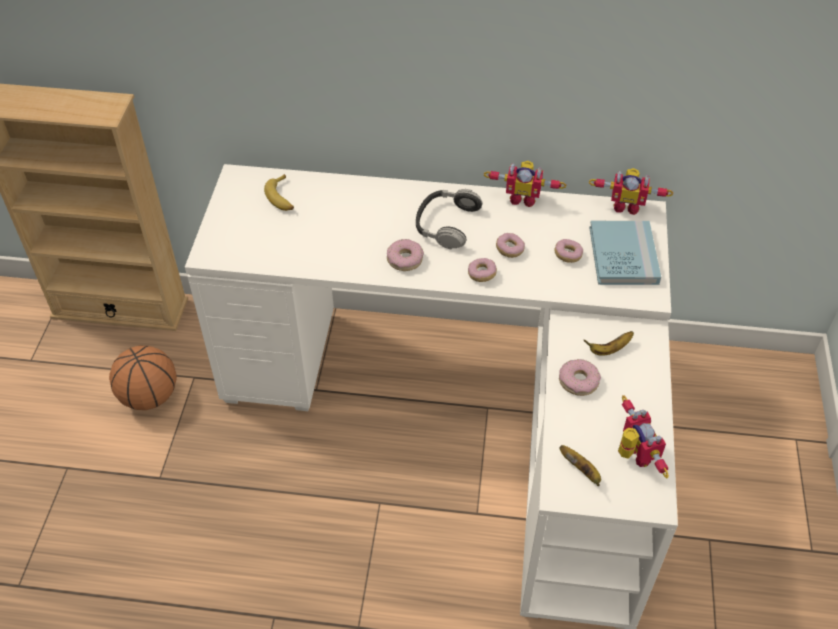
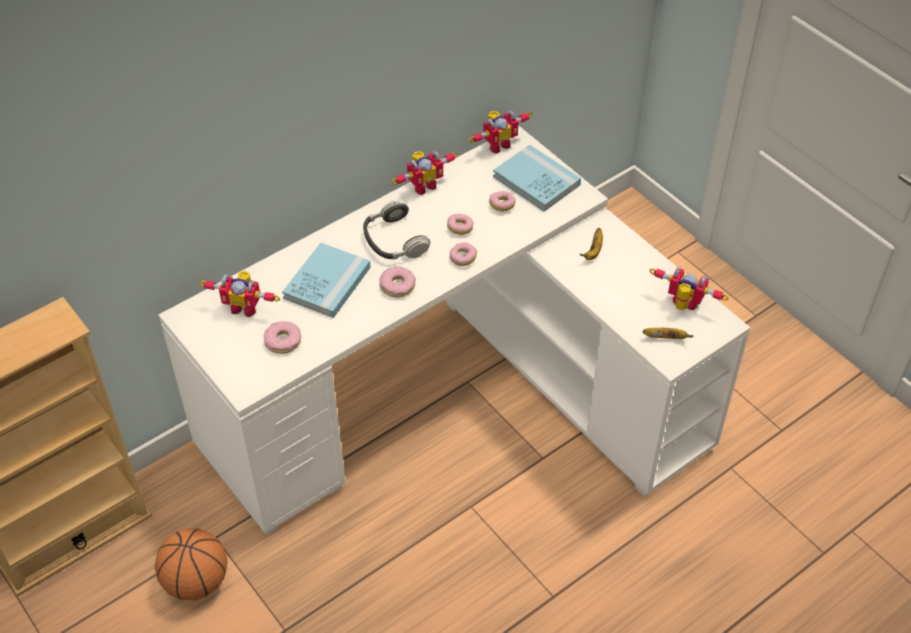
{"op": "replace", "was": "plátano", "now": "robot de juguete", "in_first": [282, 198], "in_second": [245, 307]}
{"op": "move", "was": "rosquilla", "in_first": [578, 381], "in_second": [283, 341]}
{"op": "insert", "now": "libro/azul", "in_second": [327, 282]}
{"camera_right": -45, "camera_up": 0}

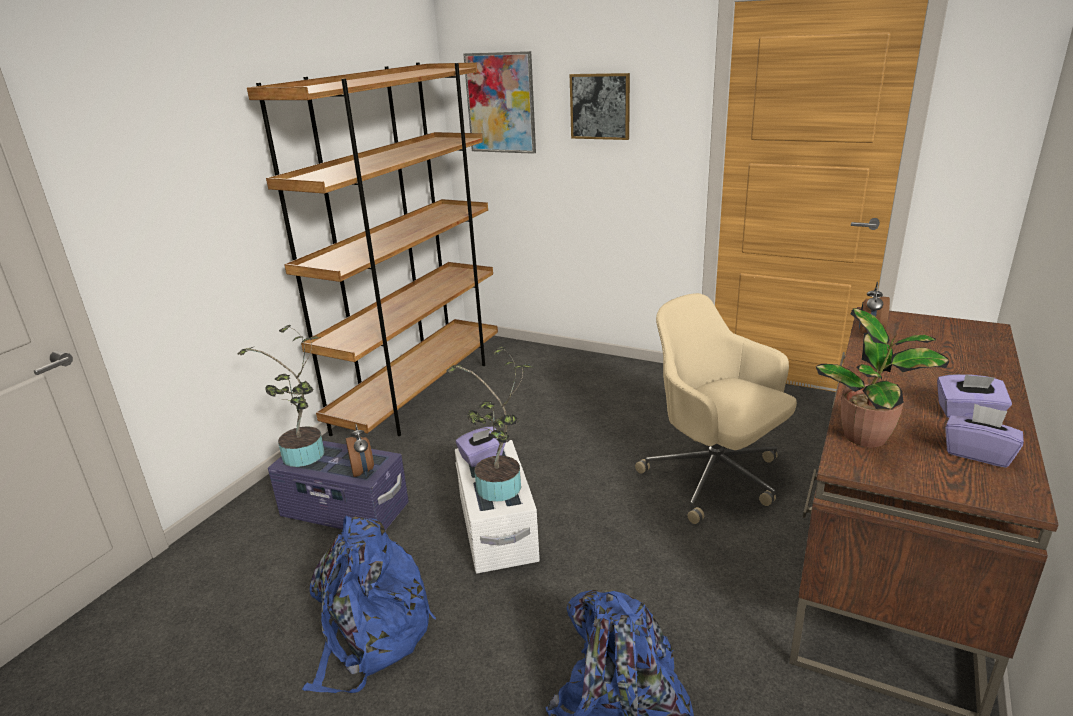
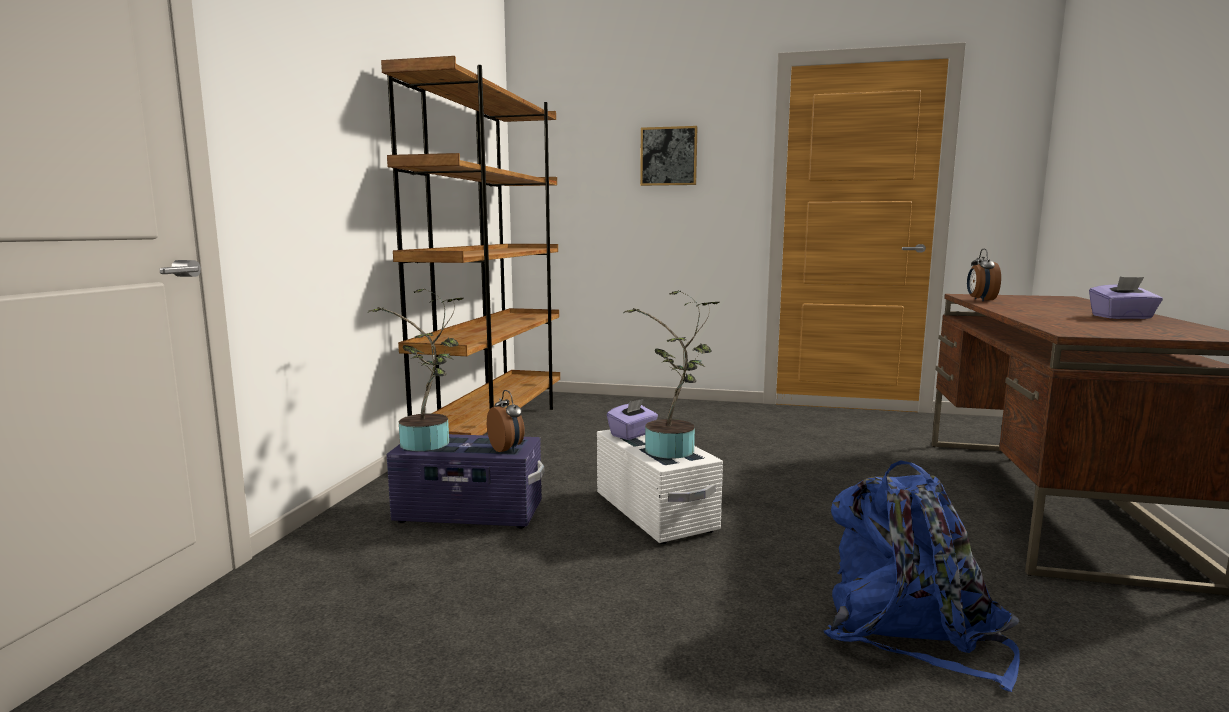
{"op": "delete", "was": "mochila/azul", "in_first": [370, 635]}
{"op": "delete", "was": "cuadro", "in_first": [501, 103]}
{"op": "delete", "was": "silla de oficina/beis", "in_first": [714, 478]}
{"op": "delete", "was": "planta en maceta", "in_first": [868, 437]}
{"op": "delete", "was": "caja de pañuelos/morado", "in_first": [978, 453]}
{"camera_right": -15, "camera_up": -15}

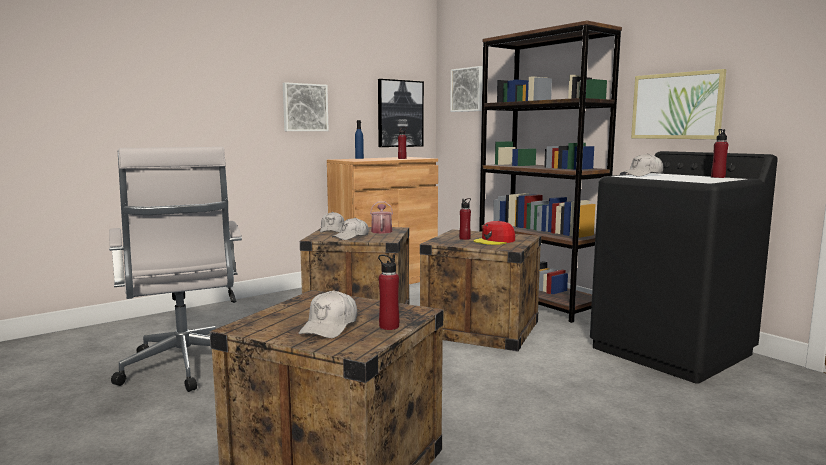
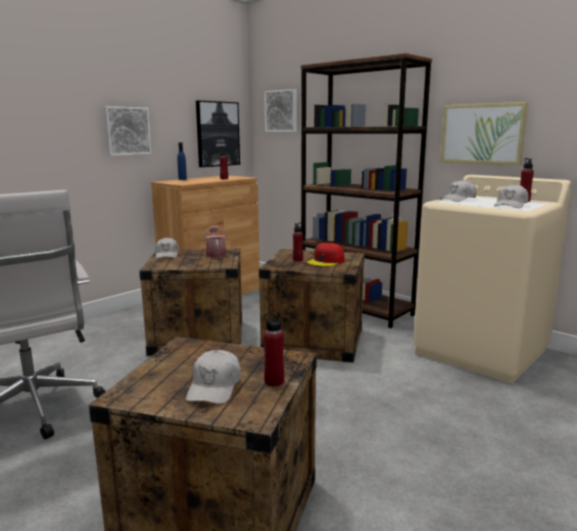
{"op": "recolor", "was": "lavadora/negro", "now": "lavadora/beis", "in_first": [672, 351], "in_second": [481, 351]}
{"op": "move", "was": "gorra/blanco", "in_first": [351, 237], "in_second": [511, 205]}
{"camera_right": -10, "camera_up": 5}

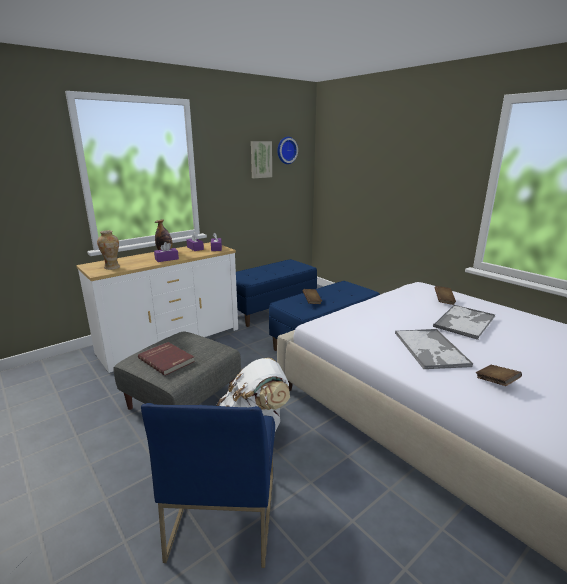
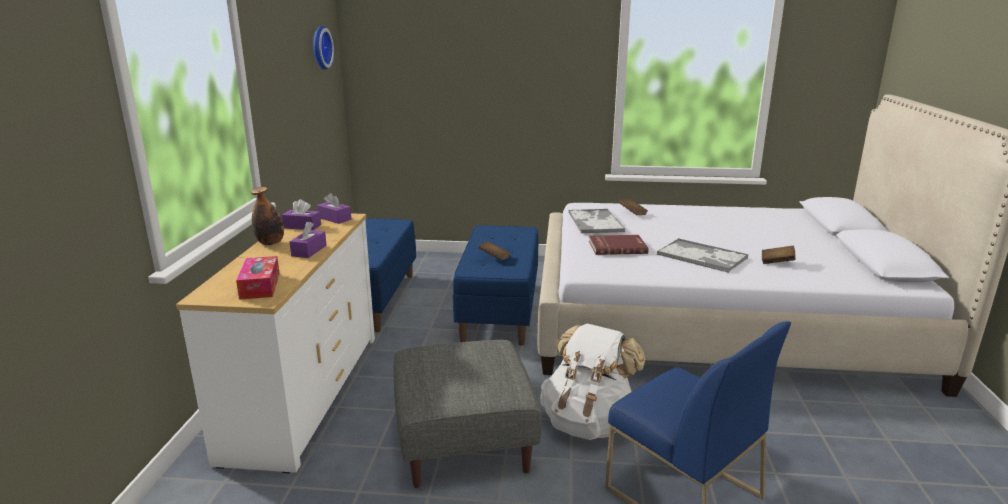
{"op": "replace", "was": "florero", "now": "caja de pañuelos", "in_first": [112, 267], "in_second": [260, 286]}
{"op": "move", "was": "bandeja", "in_first": [464, 322], "in_second": [595, 222]}
{"op": "move", "was": "libro/rojo", "in_first": [167, 360], "in_second": [617, 247]}
{"op": "delete", "was": "cuadro", "in_first": [260, 159]}
{"camera_right": -45, "camera_up": 0}

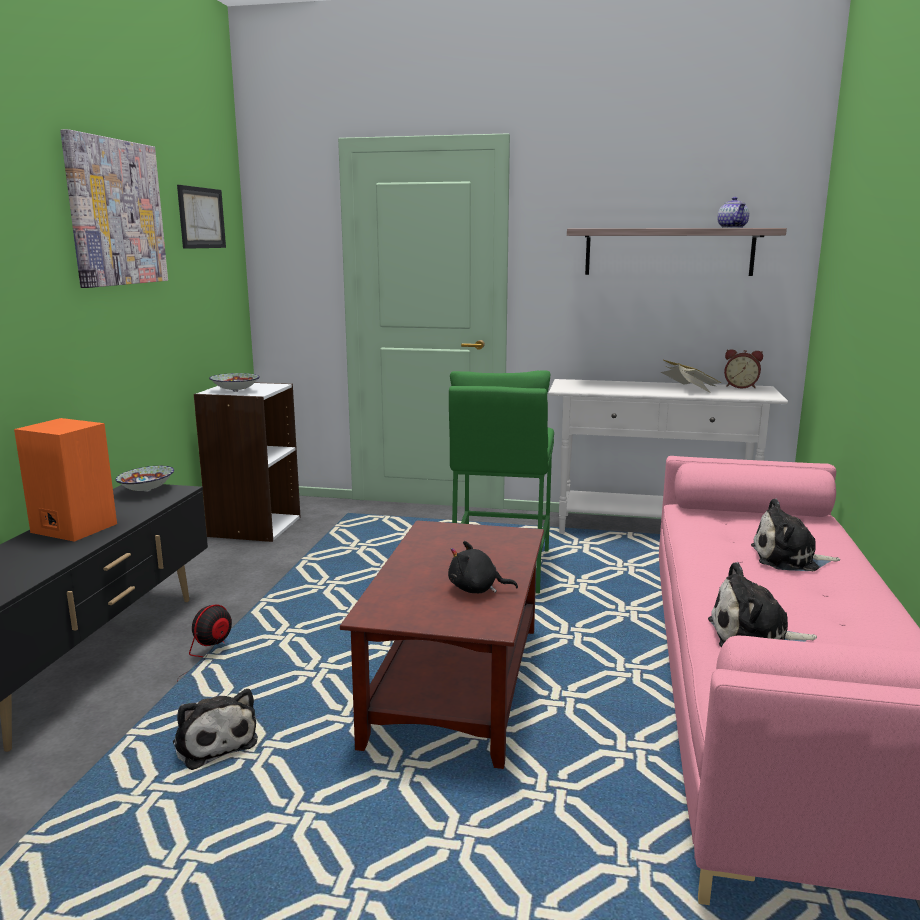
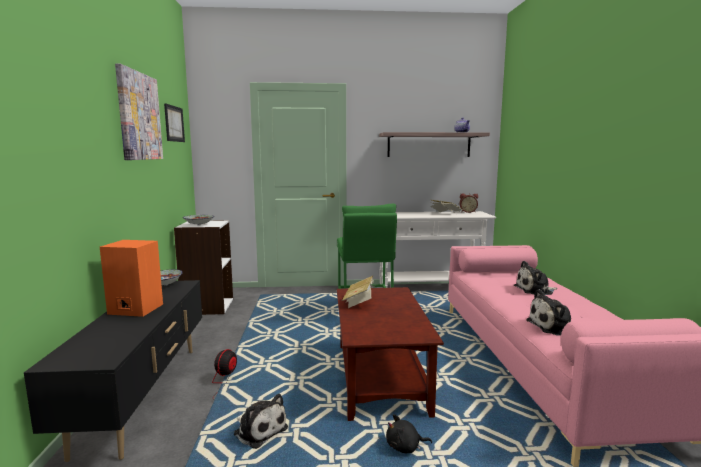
{"op": "insert", "now": "libro", "in_second": [360, 301]}
{"op": "move", "was": "peluche/negro", "in_first": [476, 589], "in_second": [405, 447]}
{"camera_right": -15, "camera_up": -5}

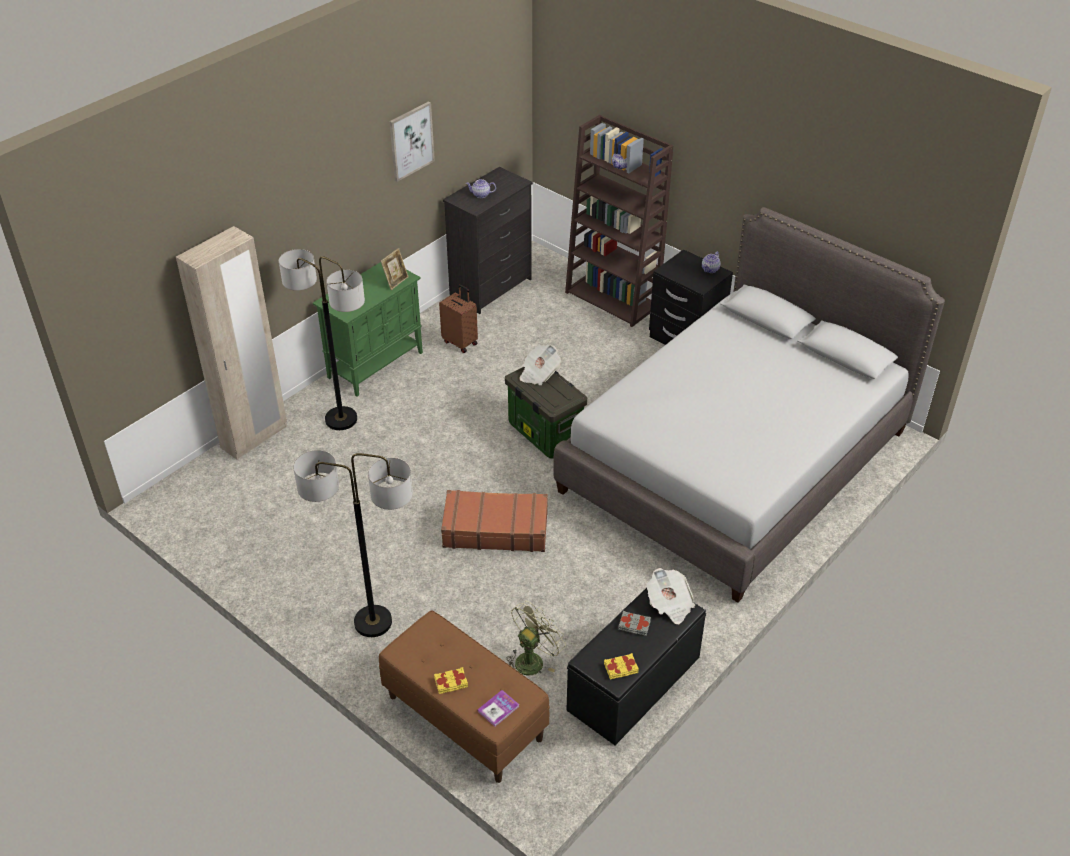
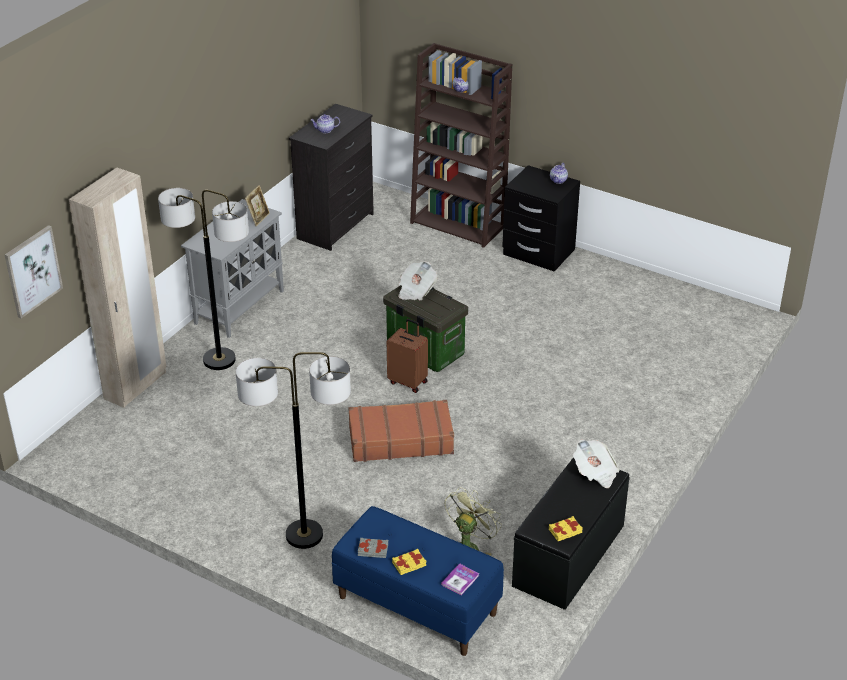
{"op": "move", "was": "cuadro", "in_first": [411, 141], "in_second": [33, 271]}
{"op": "recolor", "was": "armario/verde", "now": "armario/gris", "in_first": [376, 364], "in_second": [240, 307]}
{"op": "recolor", "was": "banco/marrón", "now": "banco/azul", "in_first": [464, 718], "in_second": [416, 605]}
{"op": "move", "was": "libro/gris", "in_first": [634, 626], "in_second": [373, 550]}
{"op": "move", "was": "maleta/marrón", "in_first": [460, 342], "in_second": [408, 382]}
{"op": "delete", "was": "cama/gris", "in_first": [735, 461]}
{"camera_right": -10, "camera_up": -5}

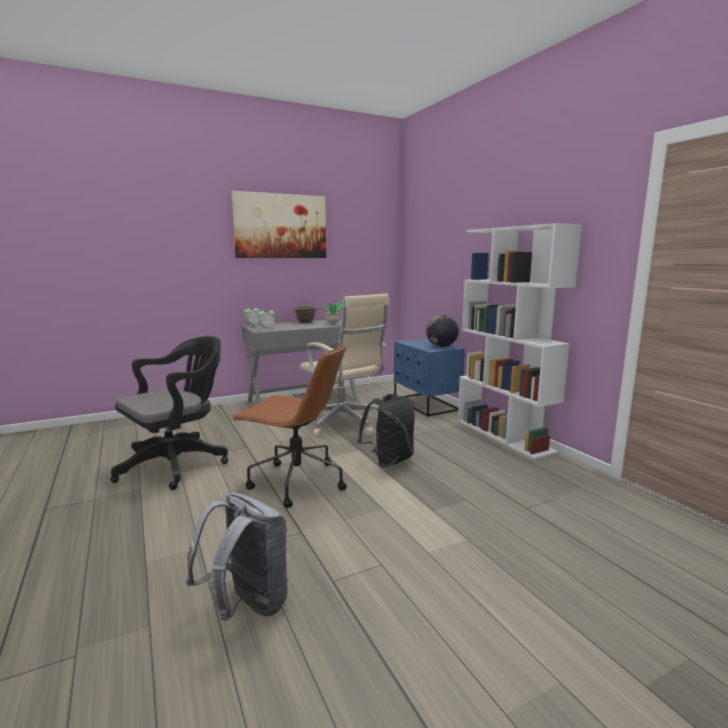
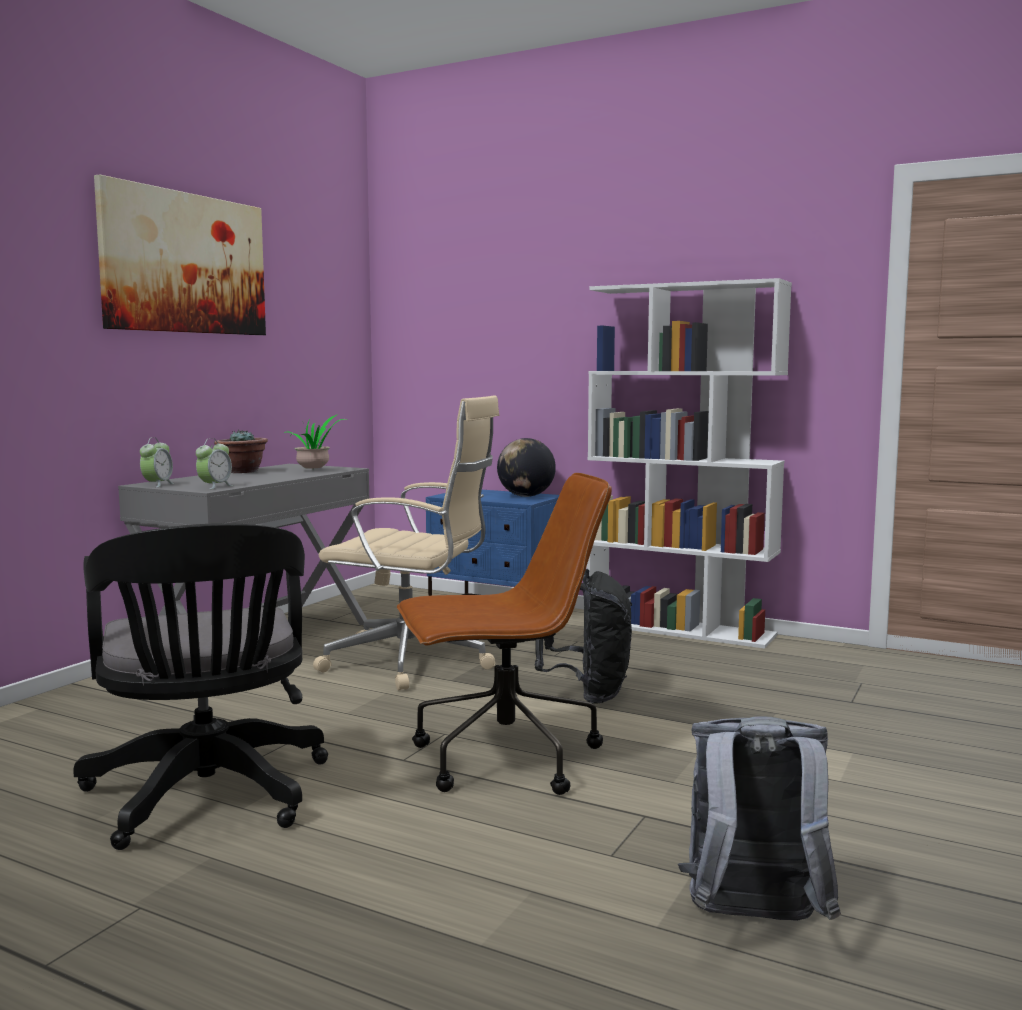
{"op": "rotate", "was": "silla de oficina/negro", "in_first": [178, 464], "in_second": [208, 798], "clockwise": 150}
{"camera_right": -35, "camera_up": -5}

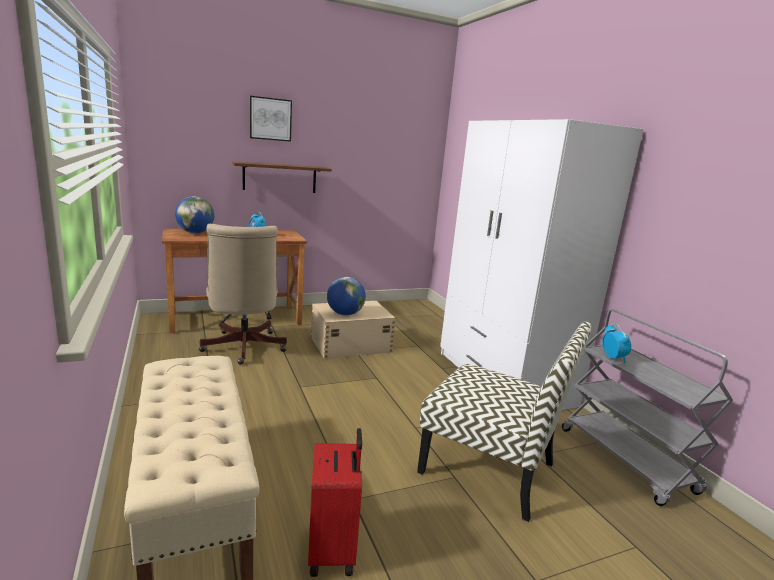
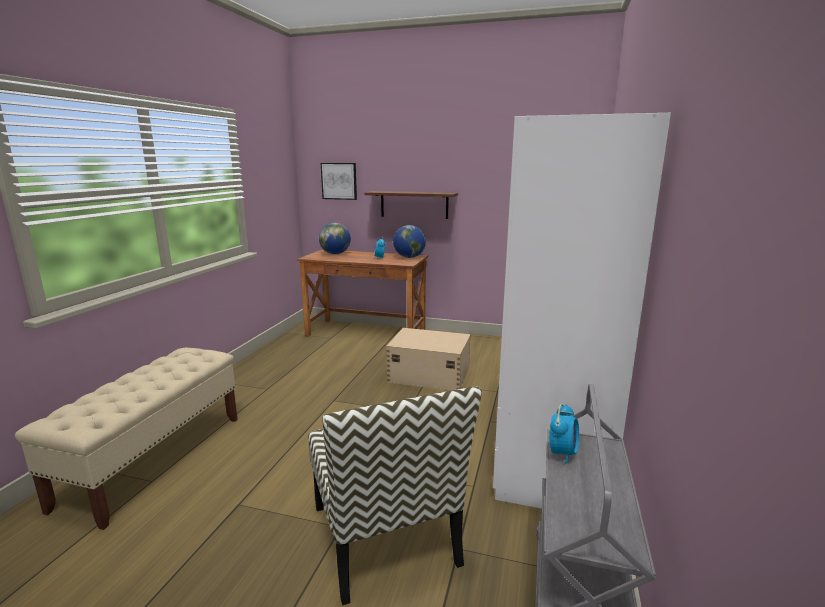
{"op": "move", "was": "cuadro", "in_first": [270, 119], "in_second": [339, 181]}
{"op": "move", "was": "globo terráqueo", "in_first": [345, 314], "in_second": [409, 257]}
{"op": "delete", "was": "silla de oficina/beis", "in_first": [243, 349]}
{"op": "delete", "was": "maleta/rojo", "in_first": [333, 551]}
{"camera_right": 40, "camera_up": 0}

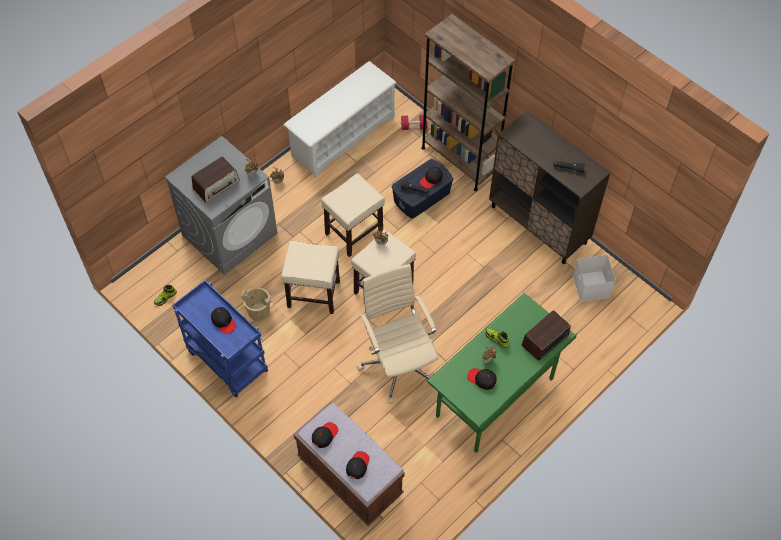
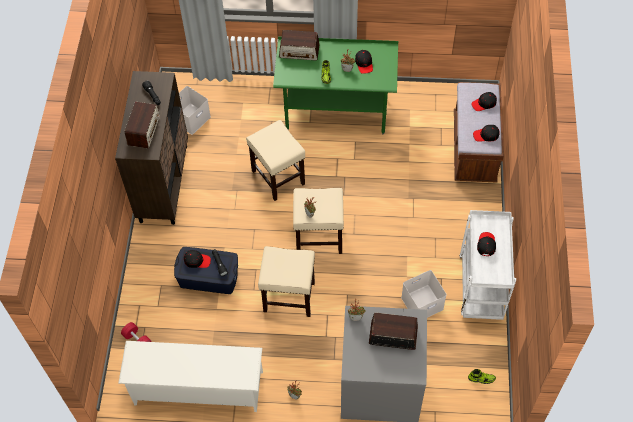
{"op": "insert", "now": "radio", "in_second": [144, 130]}
{"op": "move", "was": "taburete/beis", "in_first": [313, 294], "in_second": [278, 177]}
{"op": "replace", "was": "cubo/beis", "now": "caja de almacenaje/blanco", "in_first": [258, 311], "in_second": [422, 302]}
{"op": "recolor", "was": "carrito/azul", "now": "carrito/blanco", "in_first": [226, 360], "in_second": [481, 288]}
{"op": "delete", "was": "silla de oficina/beis", "in_first": [399, 363]}
{"op": "delete", "was": "estantería/marrón", "in_first": [459, 160]}
{"camera_right": -130, "camera_up": 0}

